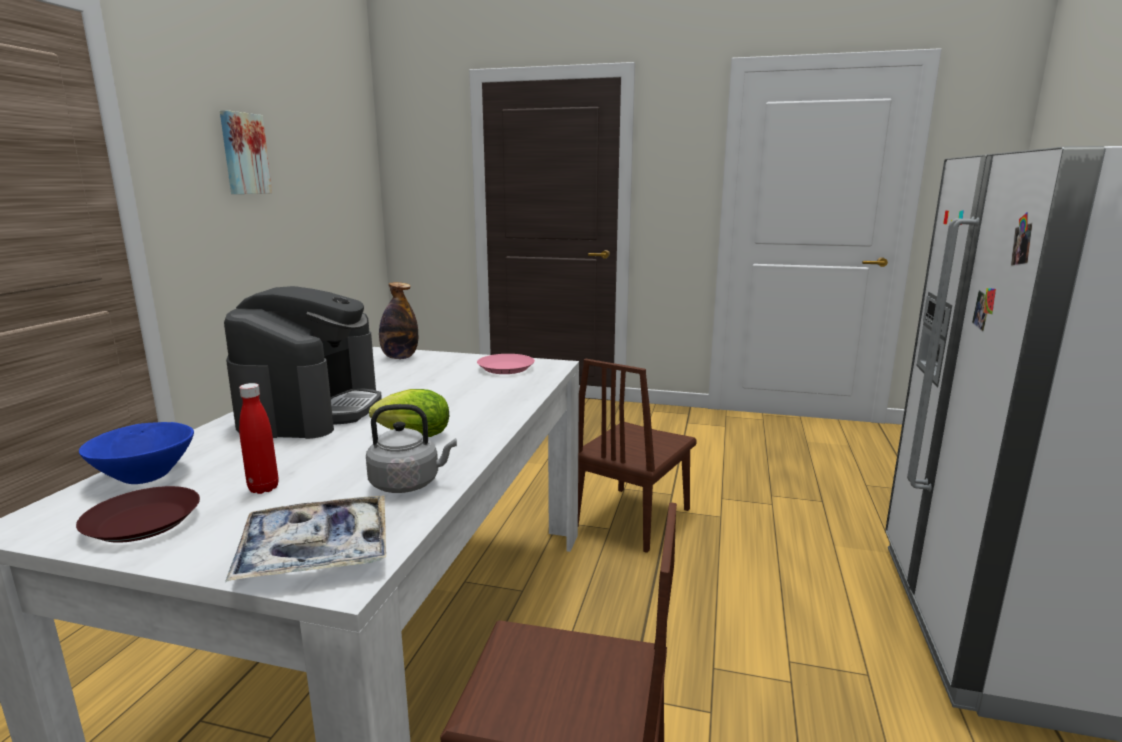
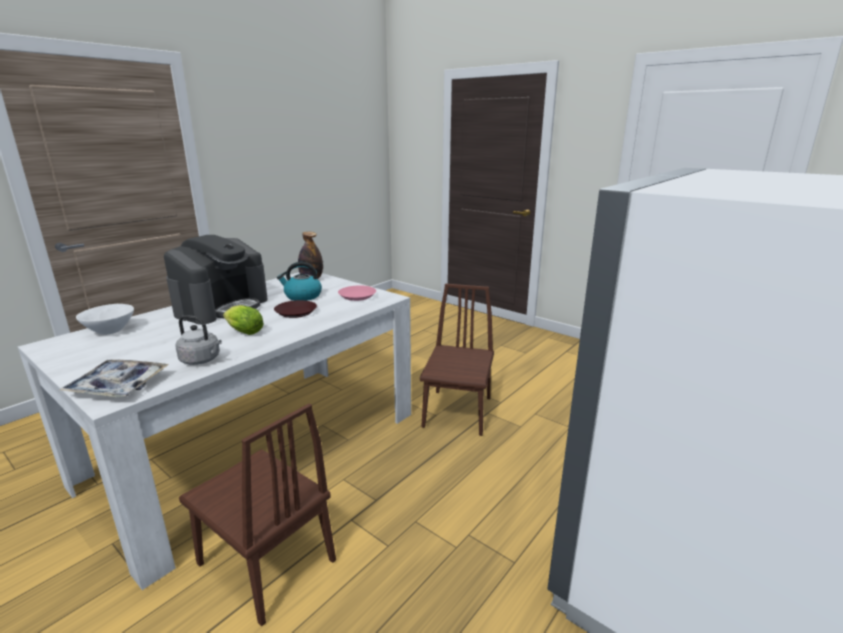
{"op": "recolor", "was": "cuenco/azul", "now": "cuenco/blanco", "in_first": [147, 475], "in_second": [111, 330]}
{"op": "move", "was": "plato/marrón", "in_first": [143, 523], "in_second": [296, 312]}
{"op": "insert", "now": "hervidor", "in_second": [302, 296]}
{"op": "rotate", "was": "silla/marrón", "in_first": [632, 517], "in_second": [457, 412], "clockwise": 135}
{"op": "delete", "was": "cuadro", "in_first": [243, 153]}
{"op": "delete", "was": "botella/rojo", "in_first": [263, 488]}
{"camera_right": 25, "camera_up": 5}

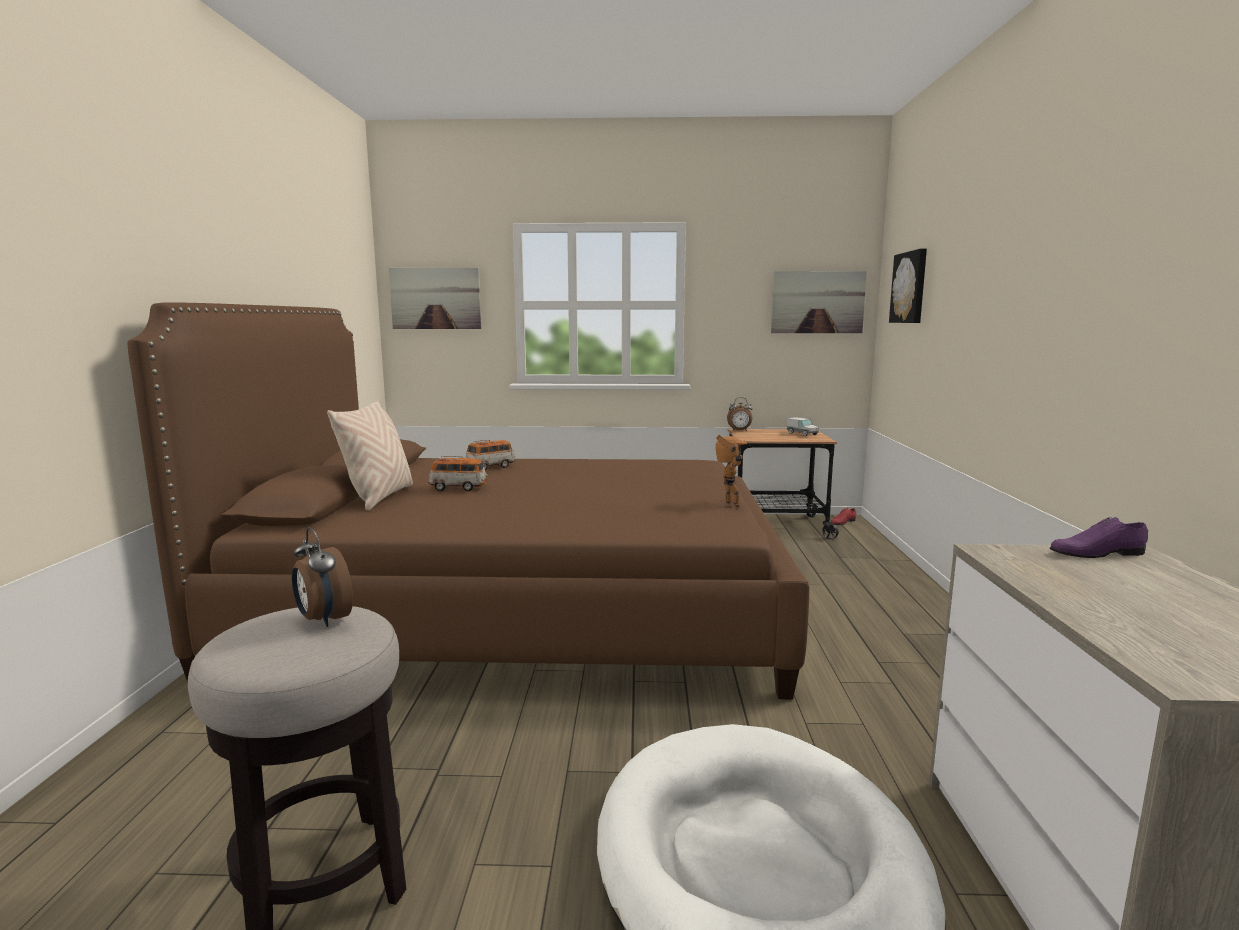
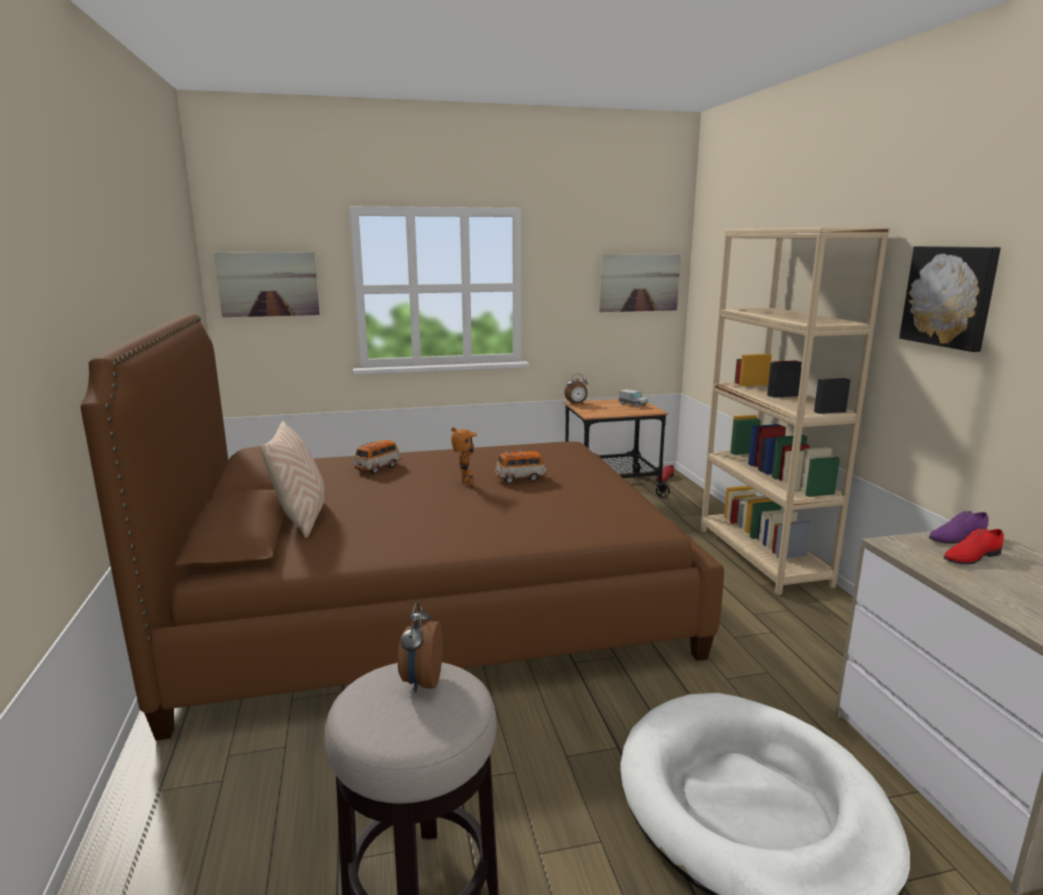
{"op": "rotate", "was": "despertador", "in_first": [323, 620], "in_second": [421, 682], "clockwise": 60}
{"op": "move", "was": "robot de juguete", "in_first": [729, 505], "in_second": [465, 486]}
{"op": "move", "was": "coche de juguete", "in_first": [458, 488], "in_second": [520, 479]}
{"op": "insert", "now": "estantería/beis", "in_second": [762, 556]}
{"op": "move", "was": "cuadro", "in_first": [910, 287], "in_second": [950, 296]}
{"op": "insert", "now": "zapato/rojo", "in_second": [971, 556]}
{"camera_right": -15, "camera_up": 5}

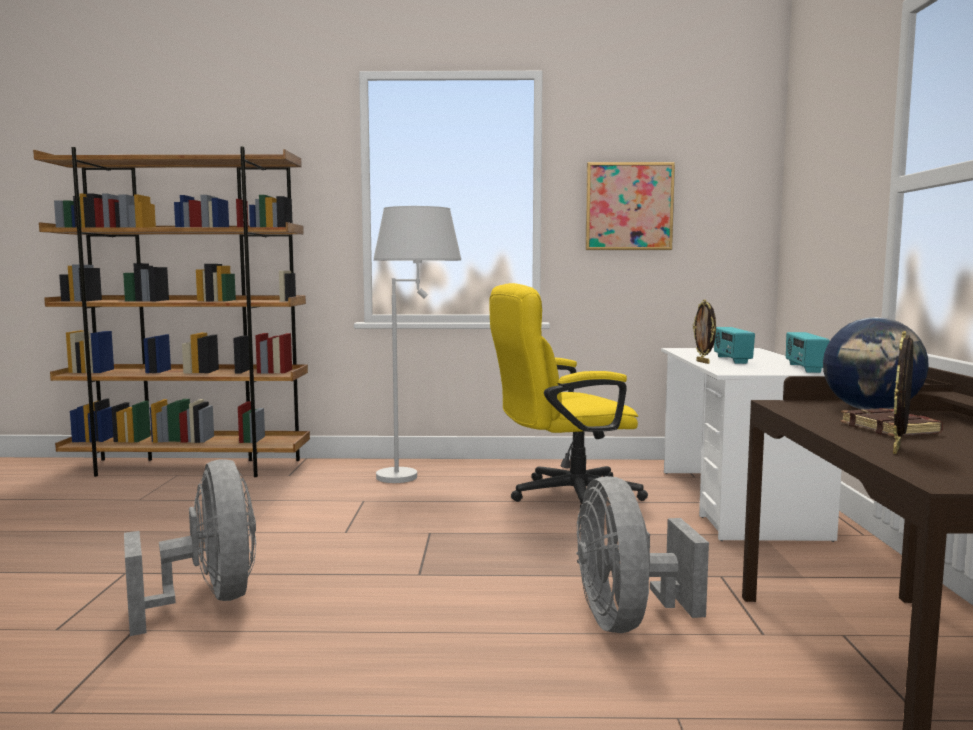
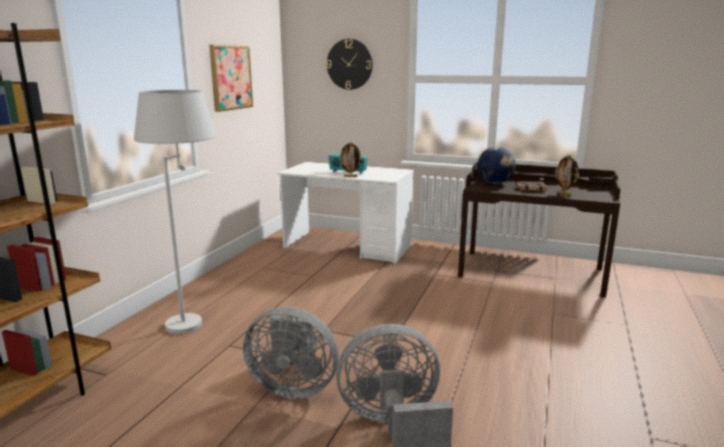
{"op": "move", "was": "ventilador/gris", "in_first": [627, 621], "in_second": [293, 386]}
{"op": "insert", "now": "reloj de pared", "in_second": [349, 64]}
{"op": "delete", "was": "silla de oficina/amarillo", "in_first": [563, 495]}
{"op": "delete", "was": "radio", "in_first": [804, 368]}
{"camera_right": -70, "camera_up": 10}

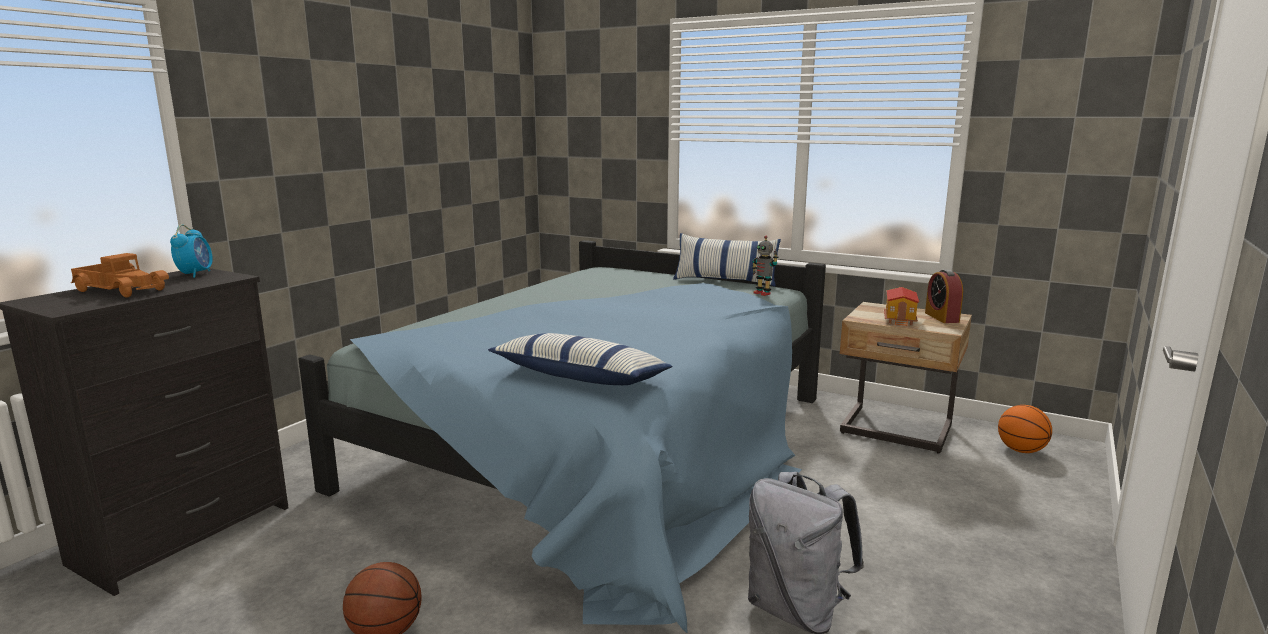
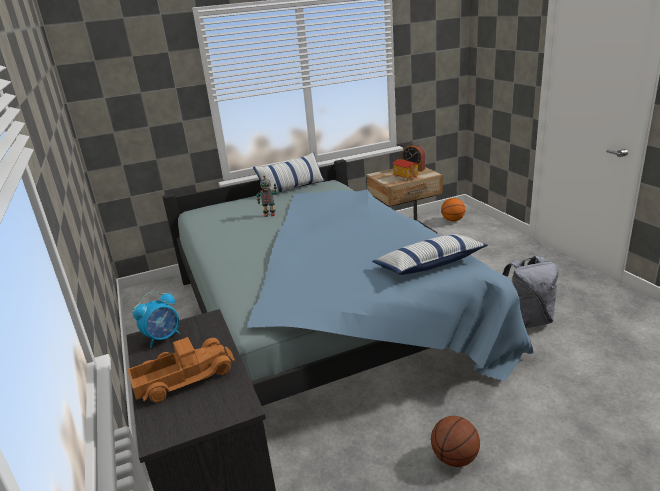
{"op": "rotate", "was": "despertador", "in_first": [196, 274], "in_second": [163, 338], "clockwise": 105}
{"op": "move", "was": "robot de juguete", "in_first": [762, 293], "in_second": [269, 214]}
{"camera_right": -50, "camera_up": 10}

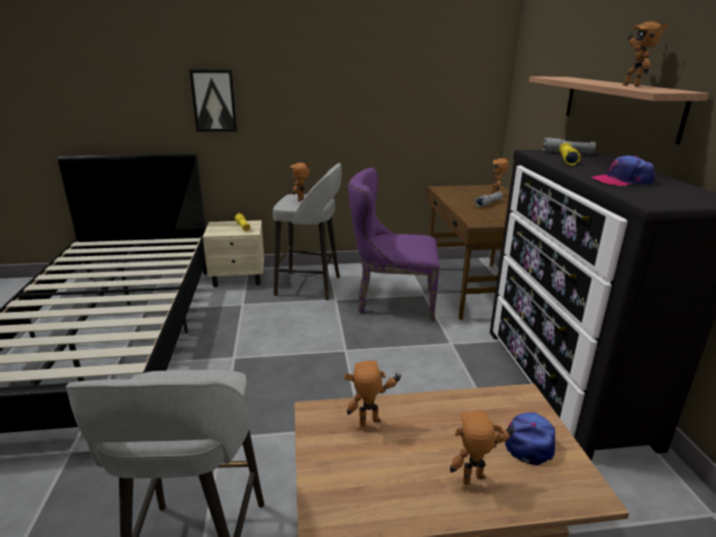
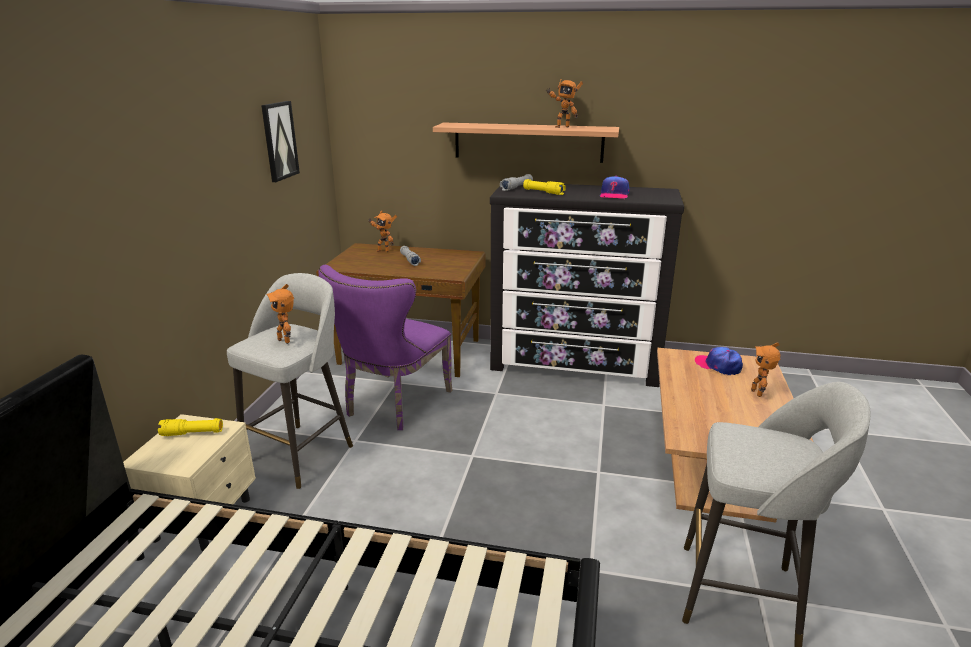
{"op": "move", "was": "cuadro", "in_first": [214, 101], "in_second": [279, 141]}
{"op": "delete", "was": "robot de juguete", "in_first": [371, 425]}
{"camera_right": -70, "camera_up": 0}

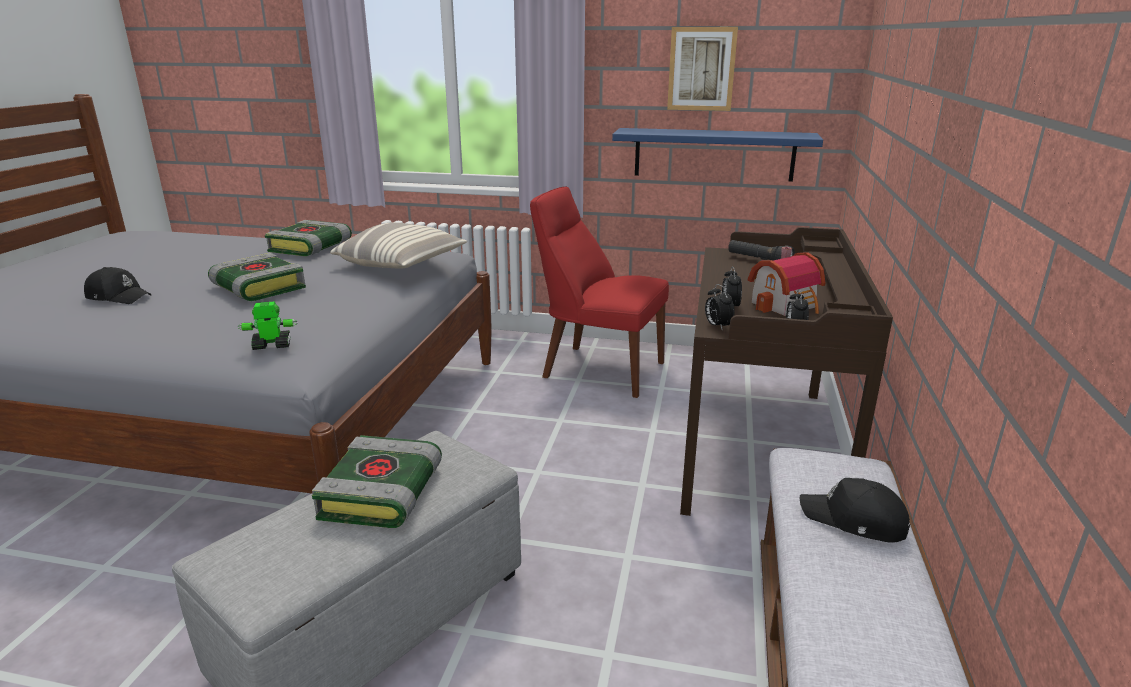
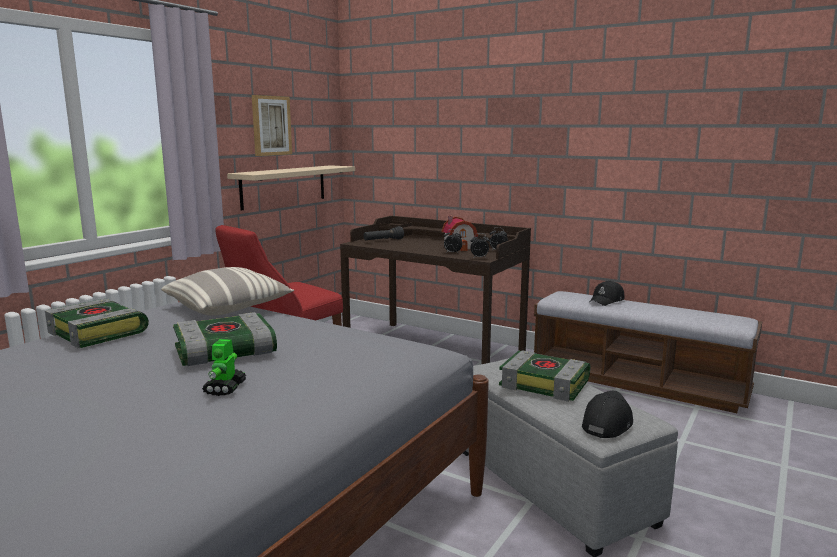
{"op": "move", "was": "robot de juguete", "in_first": [271, 345], "in_second": [225, 388]}
{"op": "recolor", "was": "estante/azul", "now": "estante/beis", "in_first": [713, 154], "in_second": [284, 186]}
{"op": "move", "was": "gorra/negro", "in_first": [119, 296], "in_second": [607, 423]}
{"camera_right": -70, "camera_up": -10}

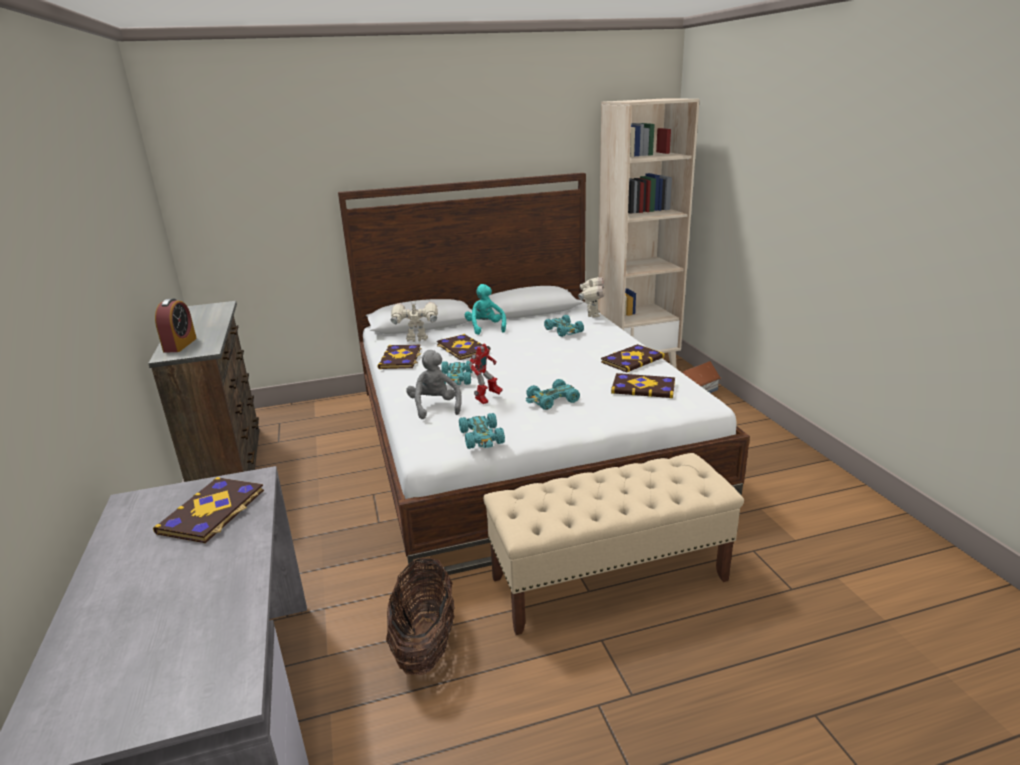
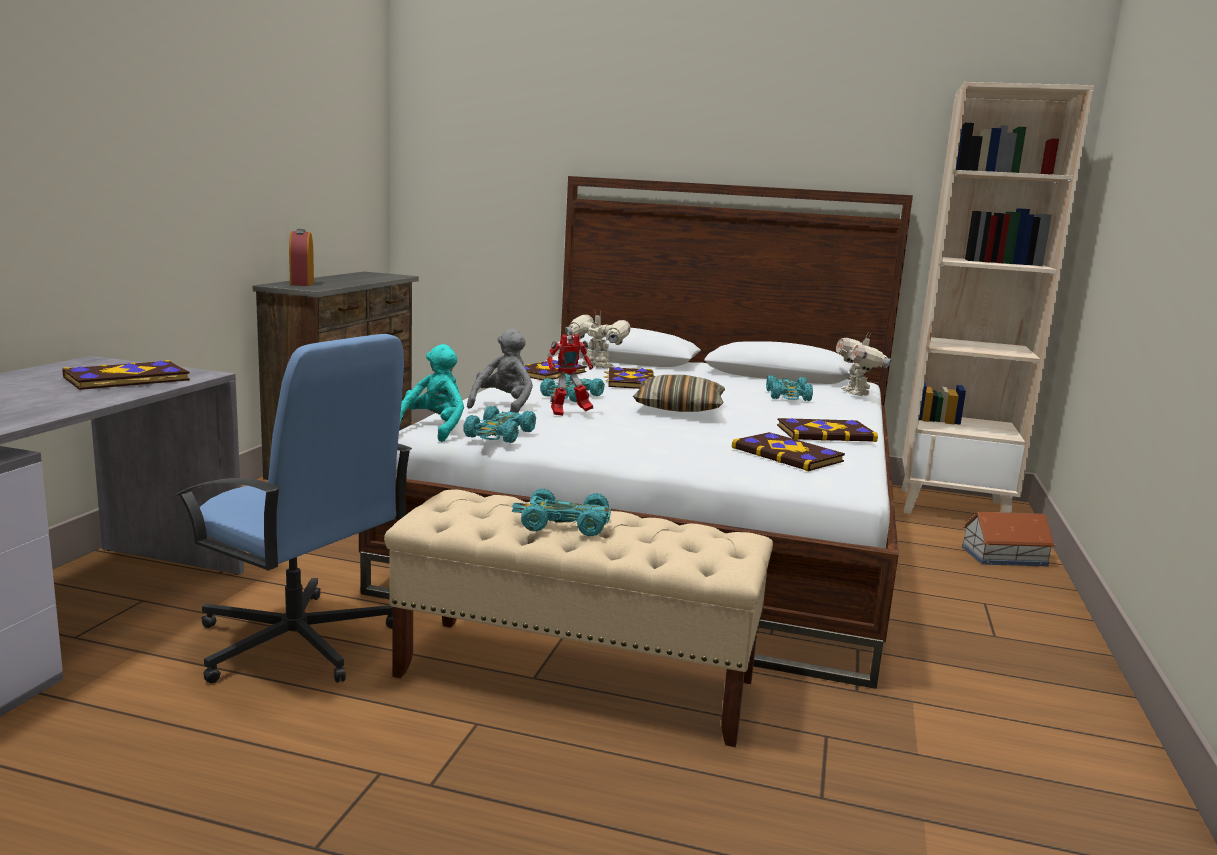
{"op": "replace", "was": "cesta", "now": "silla de oficina/azul", "in_first": [425, 643], "in_second": [296, 642]}
{"op": "rotate", "was": "despertador", "in_first": [180, 345], "in_second": [302, 283], "clockwise": 135}
{"op": "move", "was": "peluche/turquesa", "in_first": [485, 328], "in_second": [433, 429]}
{"op": "move", "was": "coche de juguete/turquesa", "in_first": [552, 400], "in_second": [563, 524]}
{"op": "insert", "now": "cojín", "in_second": [679, 408]}
{"op": "rotate", "was": "robot de juguete", "in_first": [591, 315], "in_second": [857, 393], "clockwise": 135}
{"camera_right": 30, "camera_up": -10}

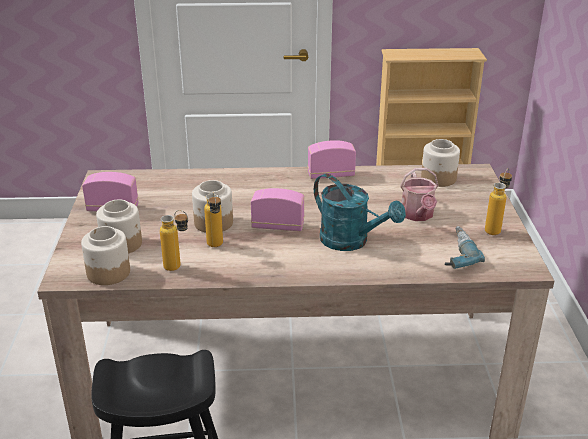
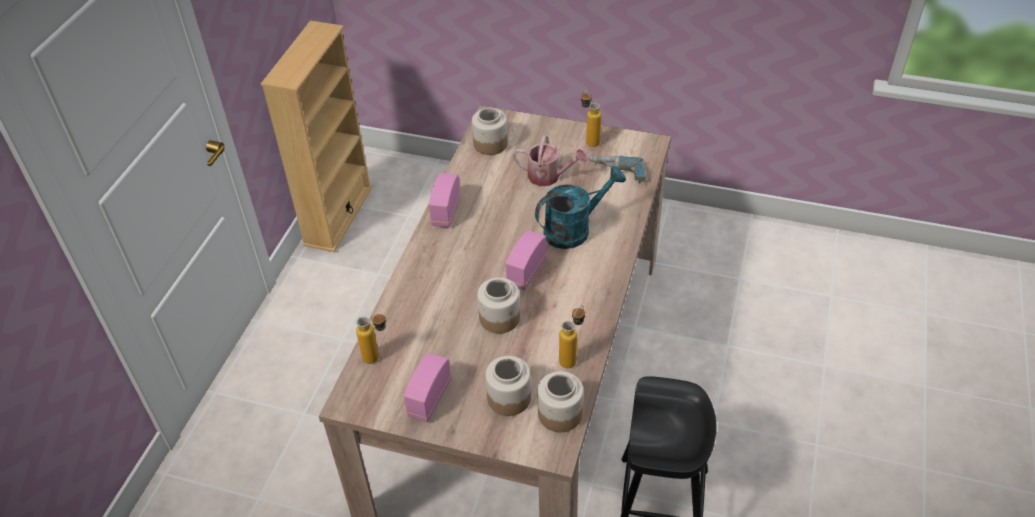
{"op": "move", "was": "botella", "in_first": [216, 247], "in_second": [378, 358]}
{"camera_right": -70, "camera_up": 15}

